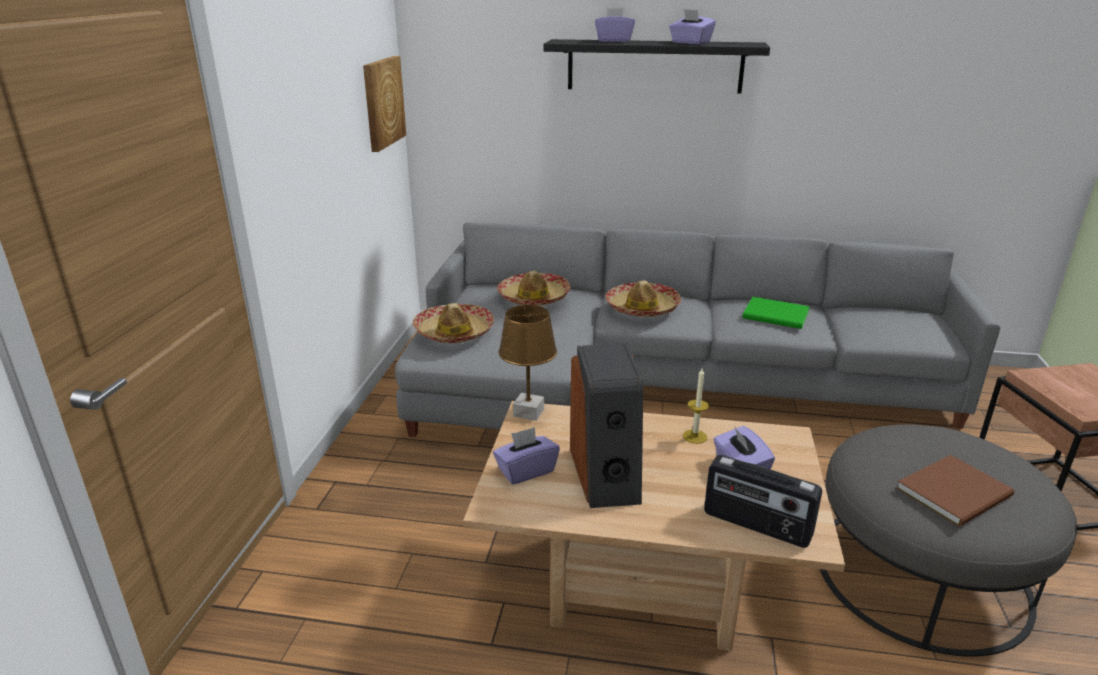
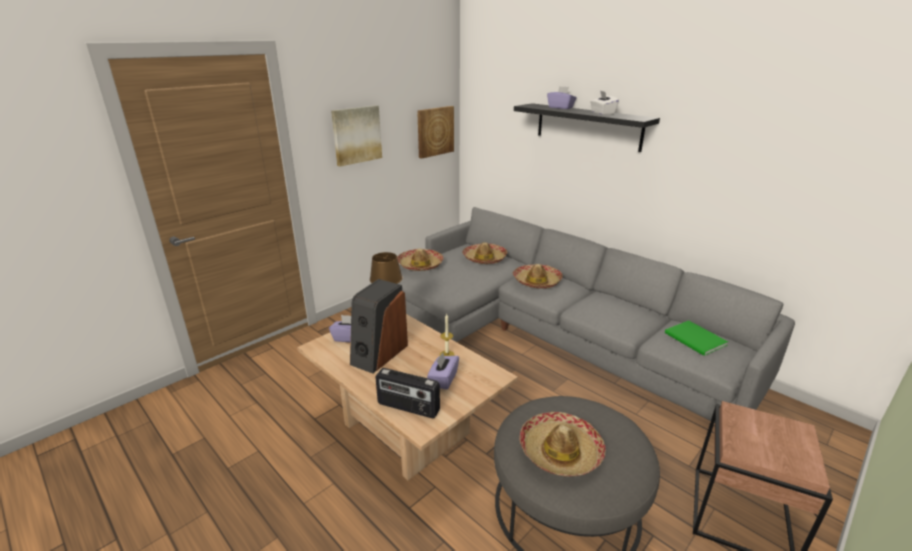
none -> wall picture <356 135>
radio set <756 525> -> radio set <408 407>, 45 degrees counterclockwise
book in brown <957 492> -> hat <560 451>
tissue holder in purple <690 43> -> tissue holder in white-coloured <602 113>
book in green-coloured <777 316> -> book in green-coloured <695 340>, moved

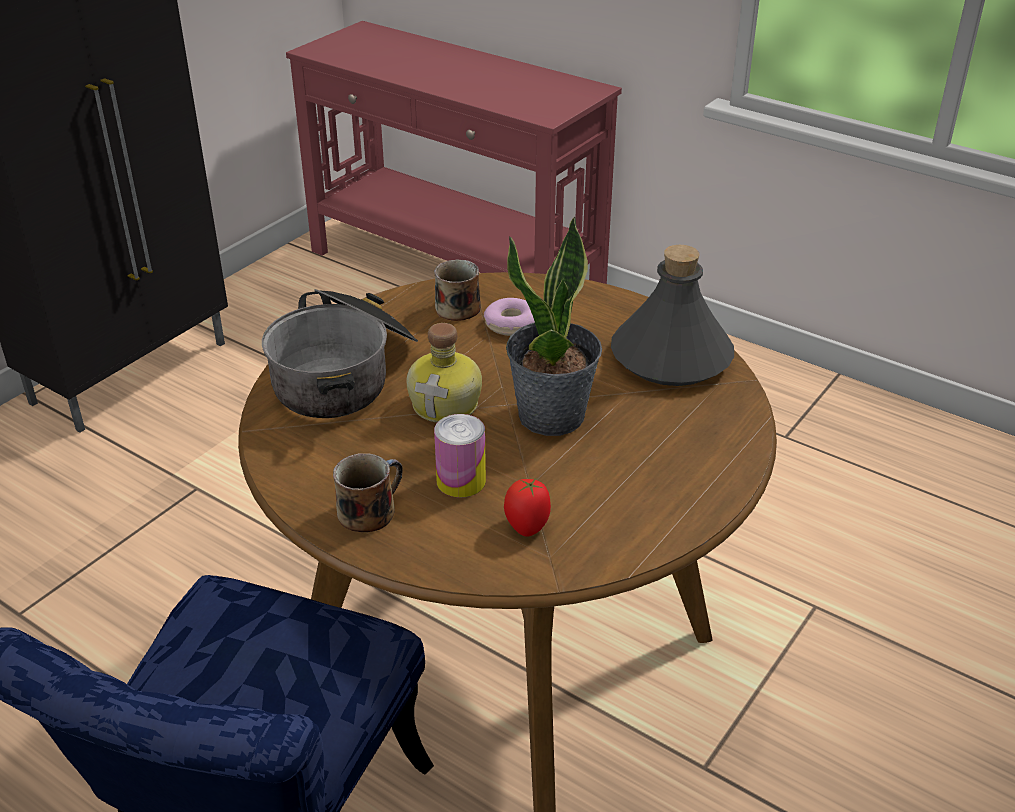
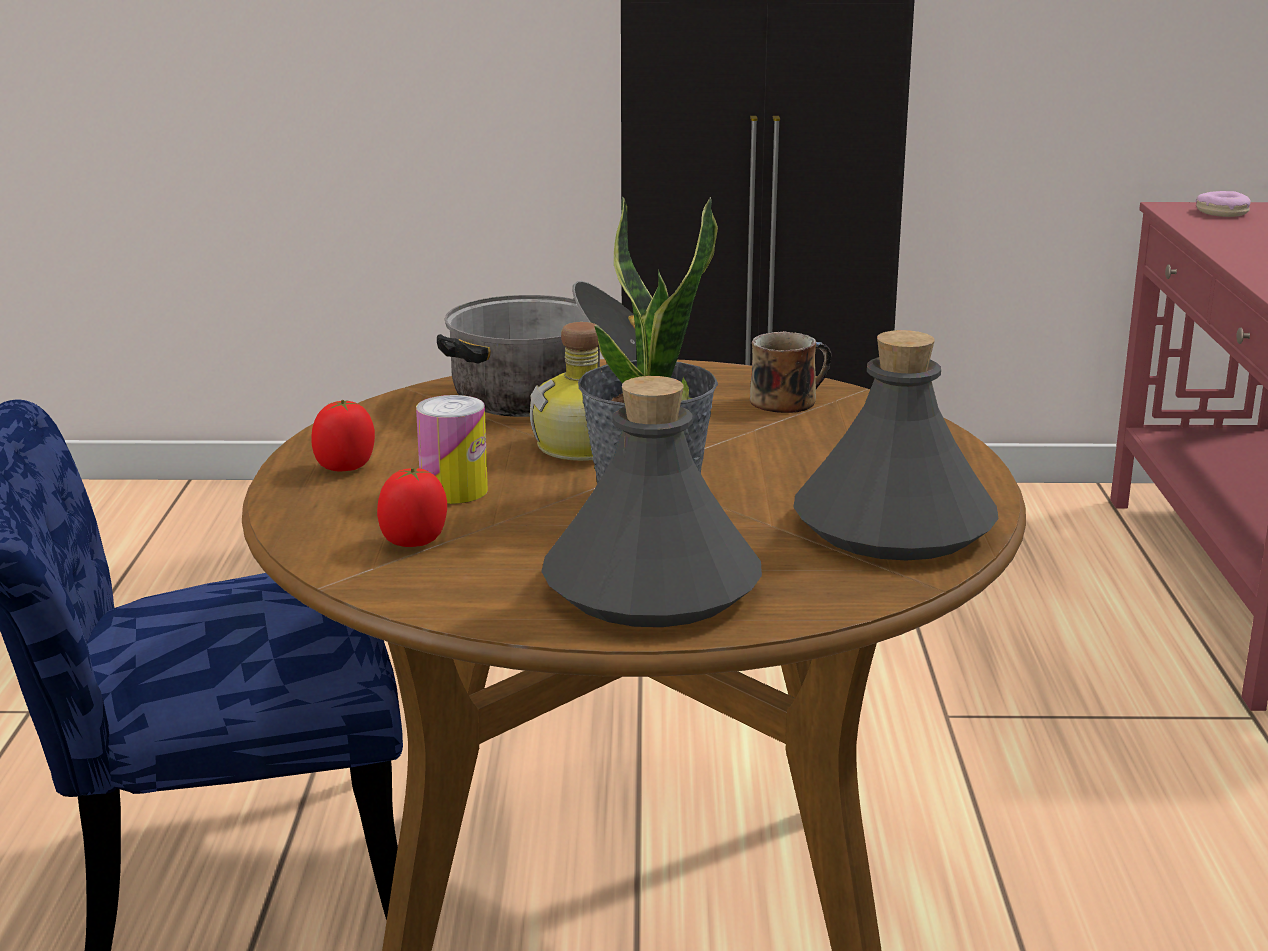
mug <369 511> -> tomato <345 467>
none -> bottle in grey <652 589>
ring doughnut <511 324> -> ring doughnut <1221 212>, moved

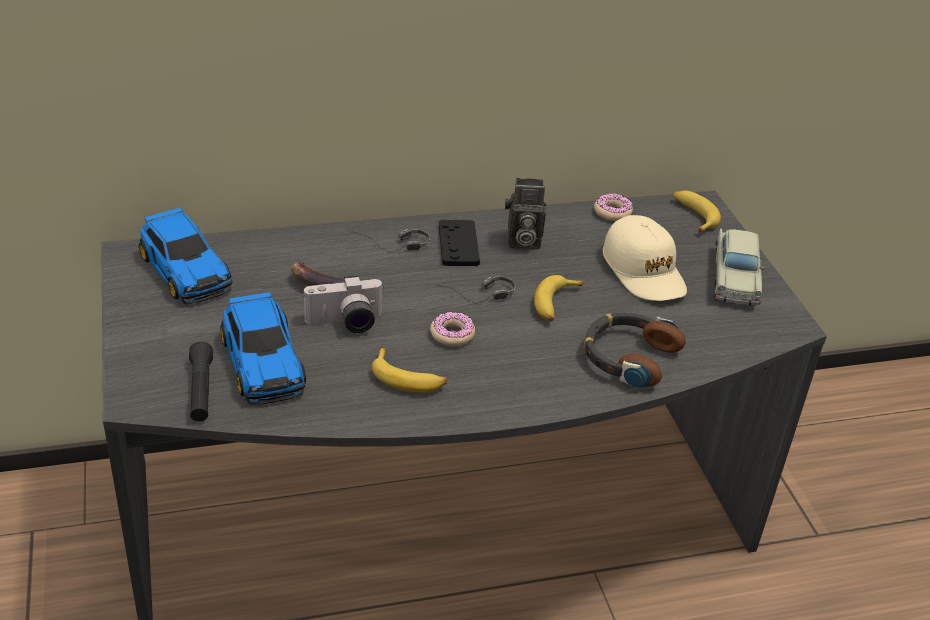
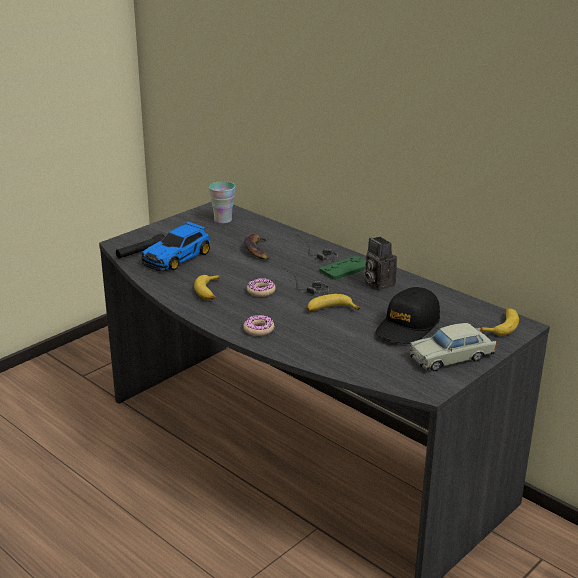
miniature car <186 270> -> cup <223 220>
ring doughnut <612 212> -> ring doughnut <259 329>, moved
game controller in blackish <458 244> -> game controller in green-coloured <345 269>
baseball cap in beige <644 271> -> baseball cap in blackish <407 326>
still camera <345 324> -> none
pair of headphones <628 356> -> none

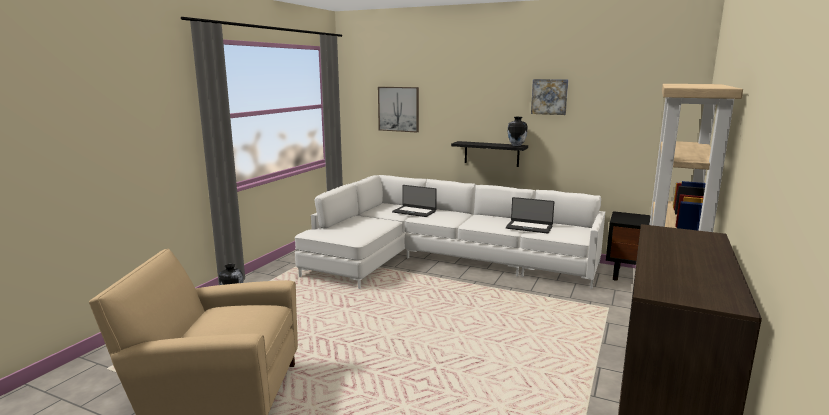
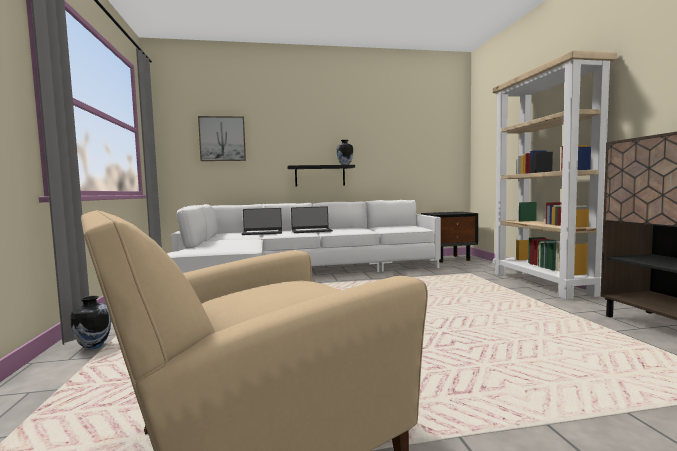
notebook computer <529 227> -> notebook computer <311 231>, moved
wall picture <549 96> -> none

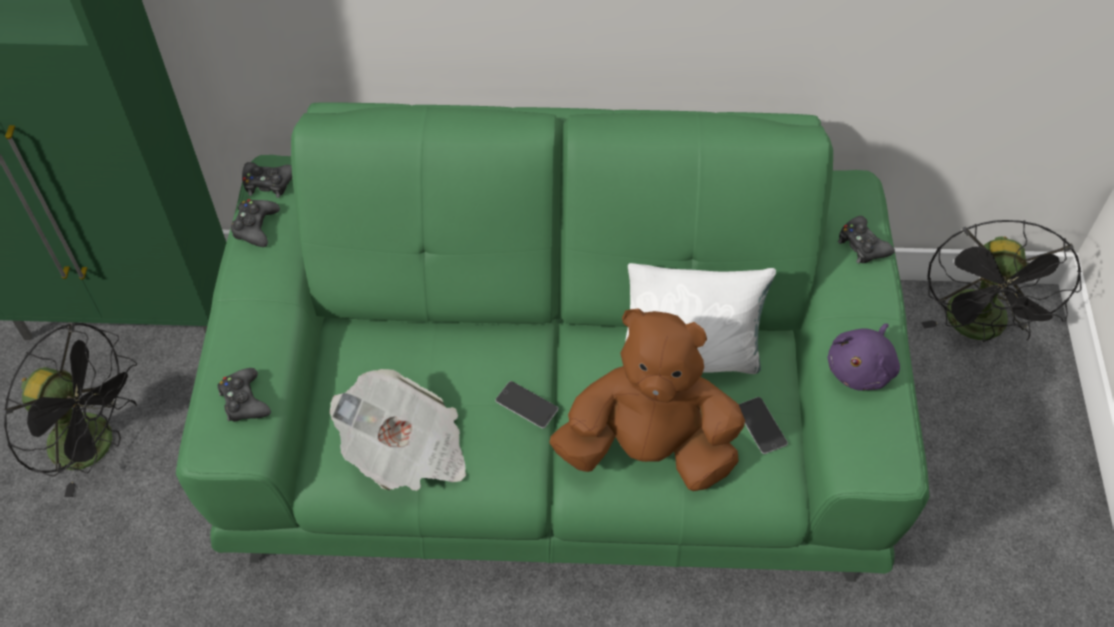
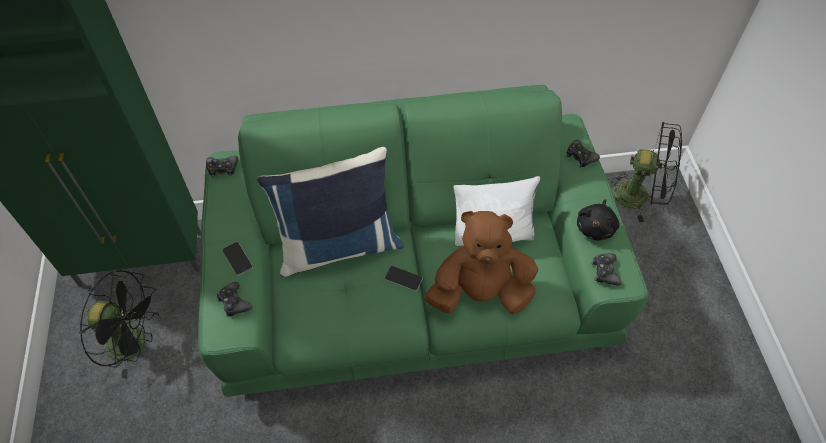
handset <761 425> -> handset <237 258>, moved
none -> cushion in blue <338 245>
cuddly toy in purple <861 368> -> cuddly toy in blackish <595 227>
game controller in blackish <255 227> -> game controller in blackish <605 271>, moved
fan in blackish <979 328> -> fan in blackish <640 196>, 75 degrees counterclockwise
newspaper <406 450> -> none

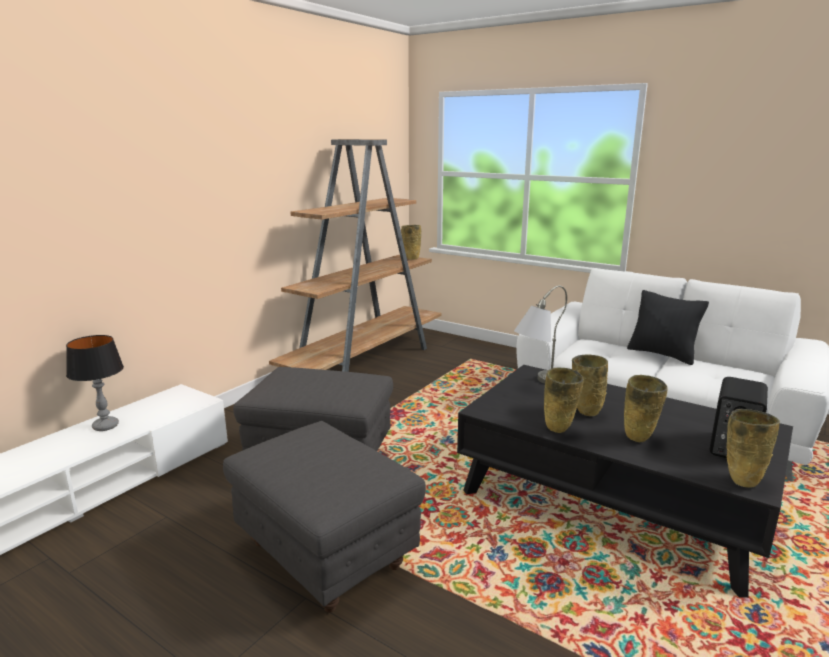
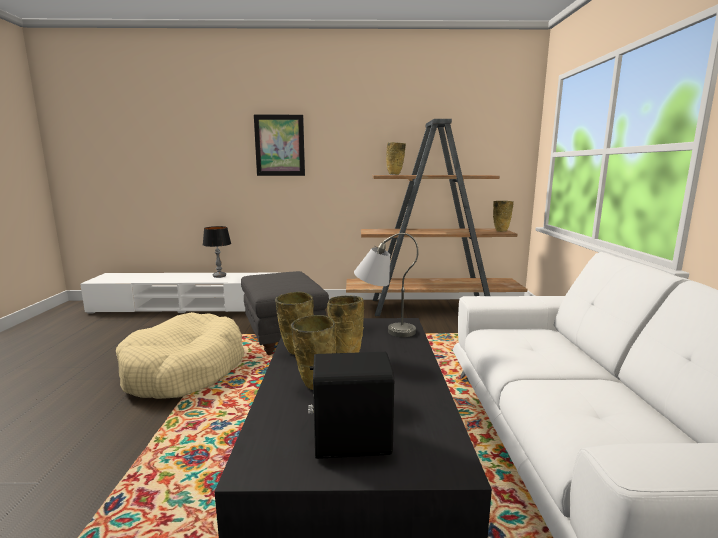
pouffe in grey <324 555> -> dog bed in beige <184 370>
none -> wall picture <279 145>
vase in beige <742 480> -> vase in beige <395 174>, moved
cushion in blackish <662 354> -> none

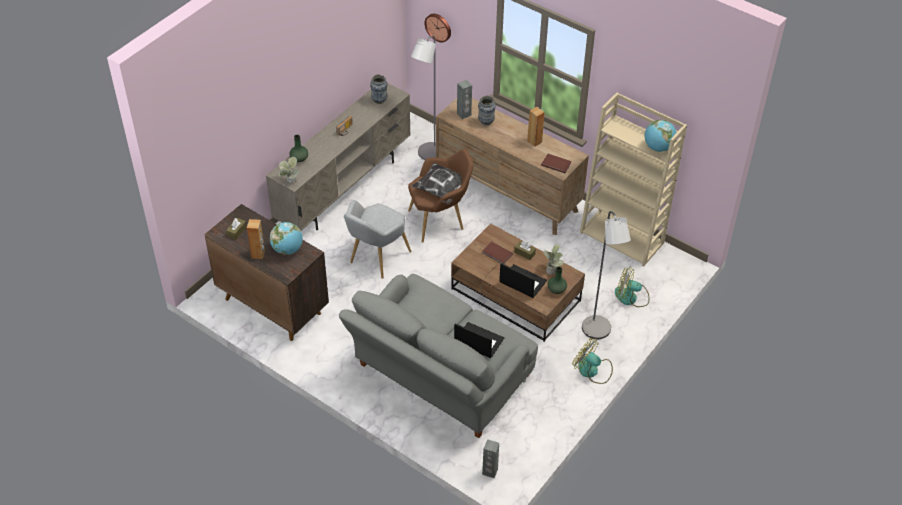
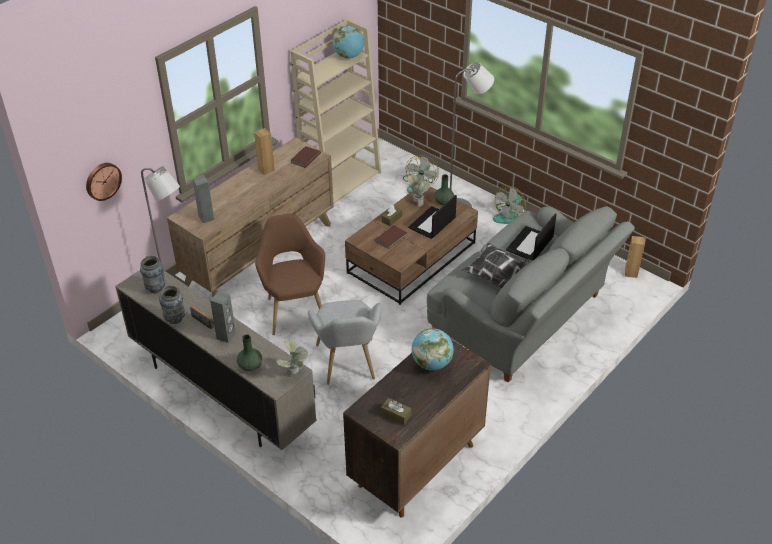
vase <486 122> -> vase <175 319>, moved
audio speaker in grey <490 472> -> audio speaker in grey <226 336>, moved
easy chair in grey <376 259> -> easy chair in grey <347 365>, 45 degrees clockwise
cushion <441 190> -> cushion <498 275>, moved
audio speaker in brown <258 254> -> audio speaker in brown <631 273>, moved

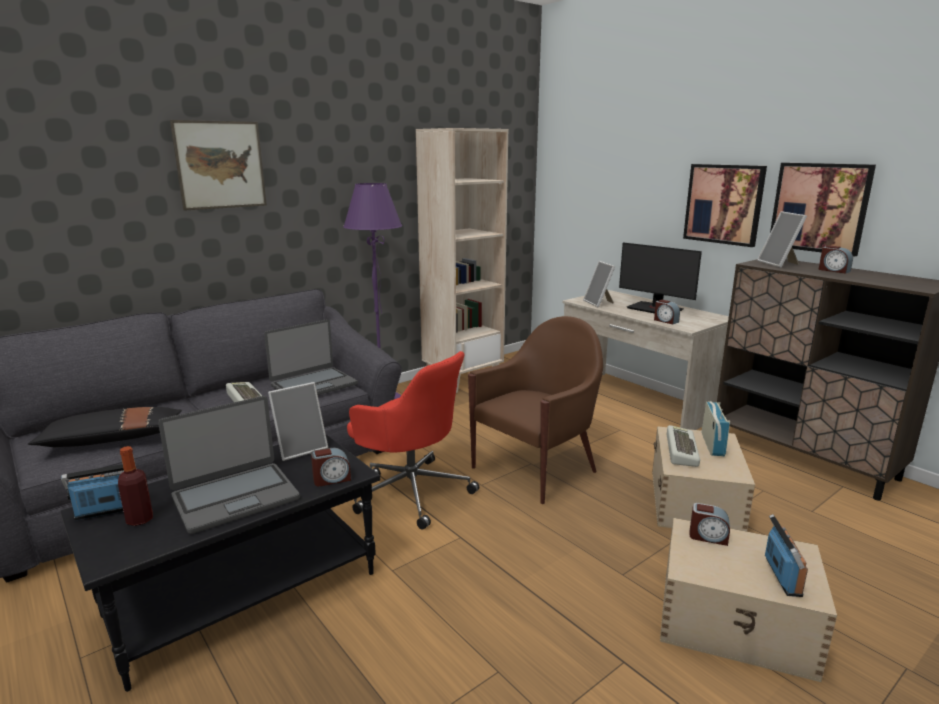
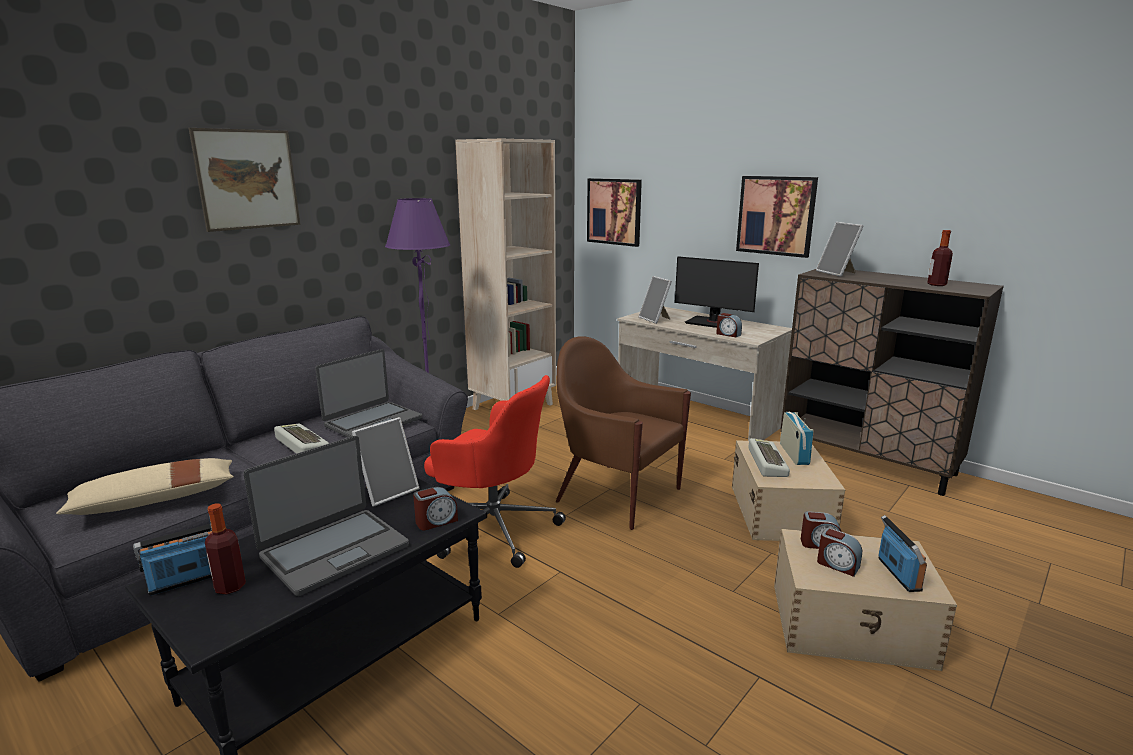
cushion in blackish <113 439> -> cushion in beige <156 500>
easy chair in brown <536 469> -> easy chair in brown <616 494>, 90 degrees counterclockwise
wall picture <819 207> -> wall picture <614 211>, moved
table clock <833 270> -> table clock <837 565>, moved
none -> bottle <936 284>

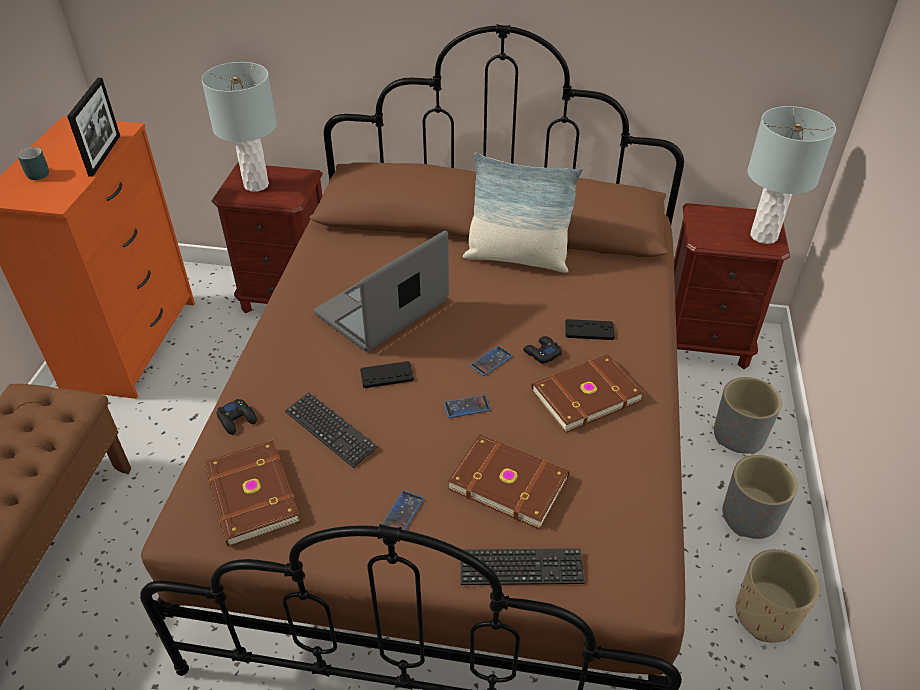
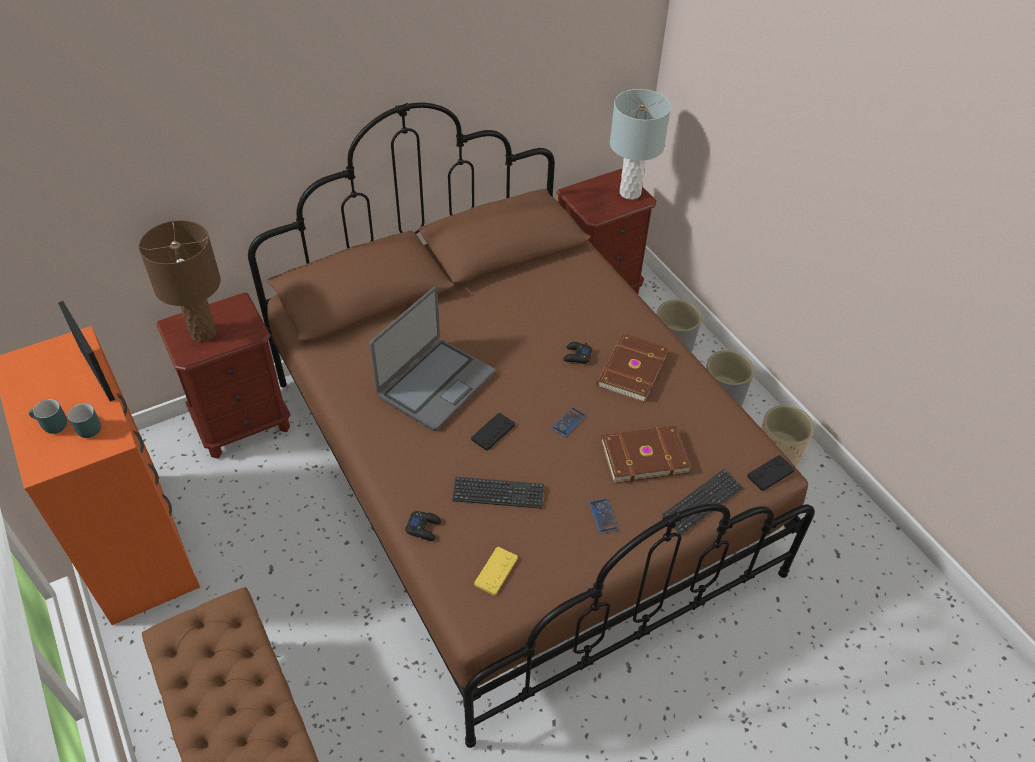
none -> mug in blue-green <86 428>
lamp for a table in grey <256 185> -> lamp for a table in brown <204 333>
notebook computer <383 309> -> notebook computer <435 384>, 150 degrees counterclockwise
book in brown <250 496> -> game controller in yellow-coloured <496 571>
game controller in blackish <589 330> -> game controller in blackish <770 473>, moved
cushion <517 258> -> none
handset <491 361> -> none

